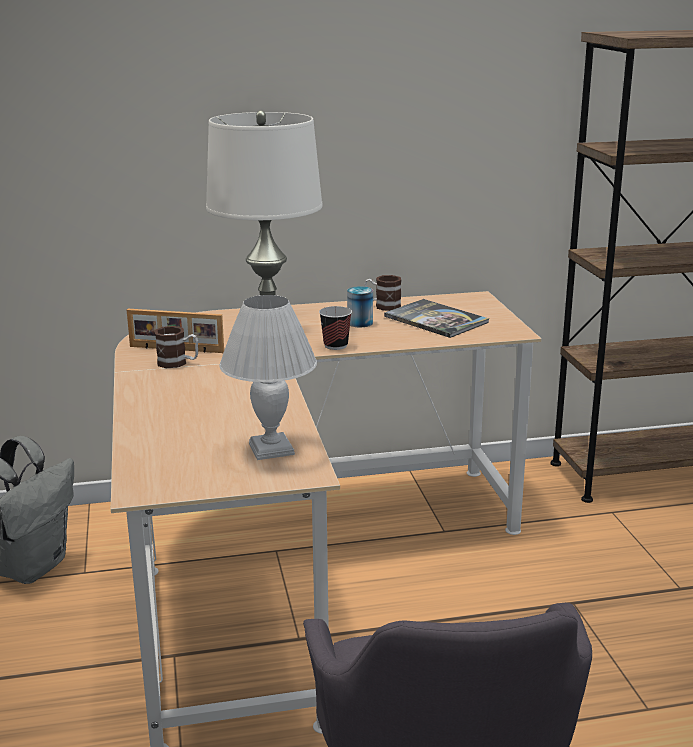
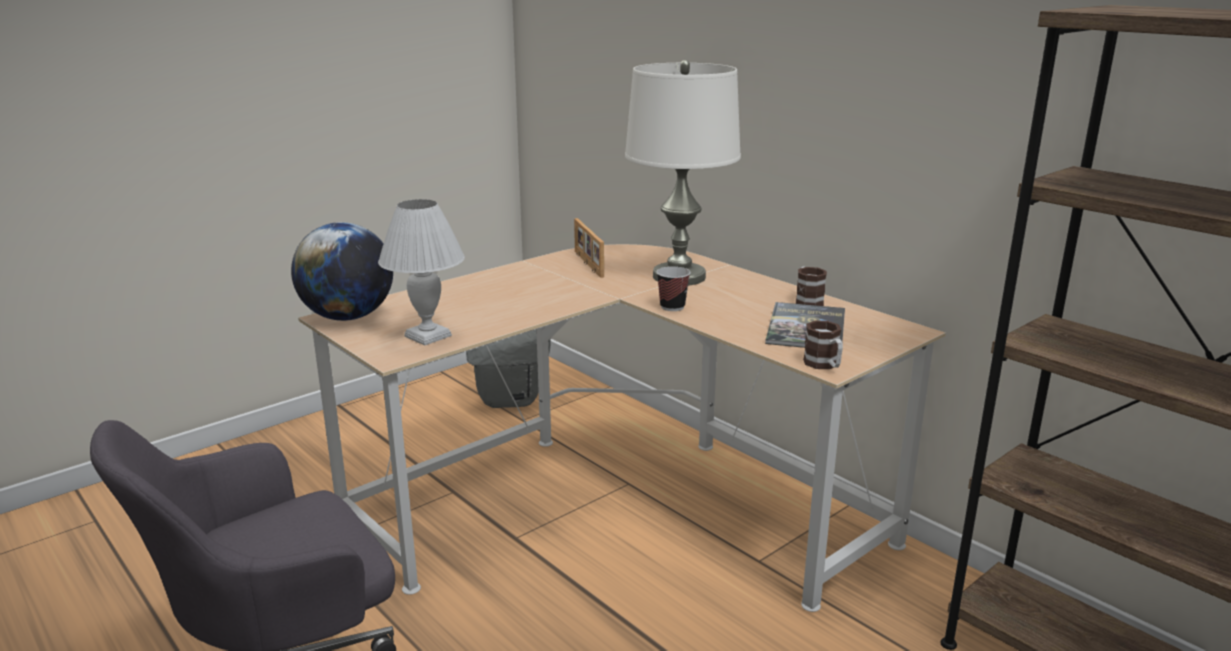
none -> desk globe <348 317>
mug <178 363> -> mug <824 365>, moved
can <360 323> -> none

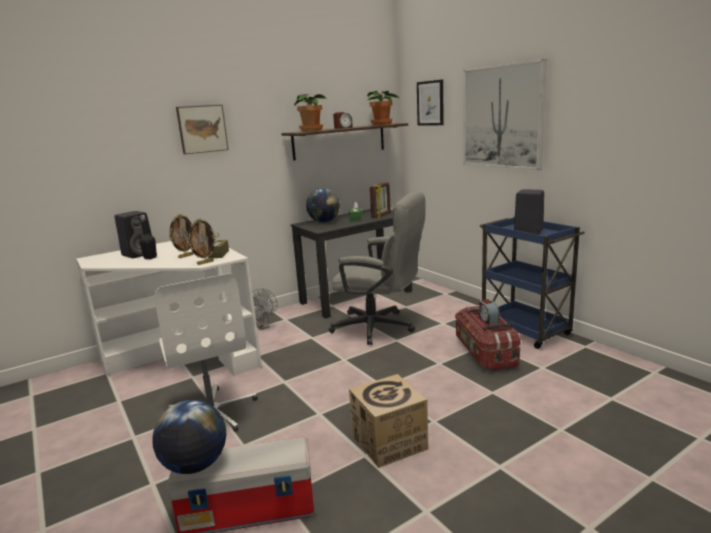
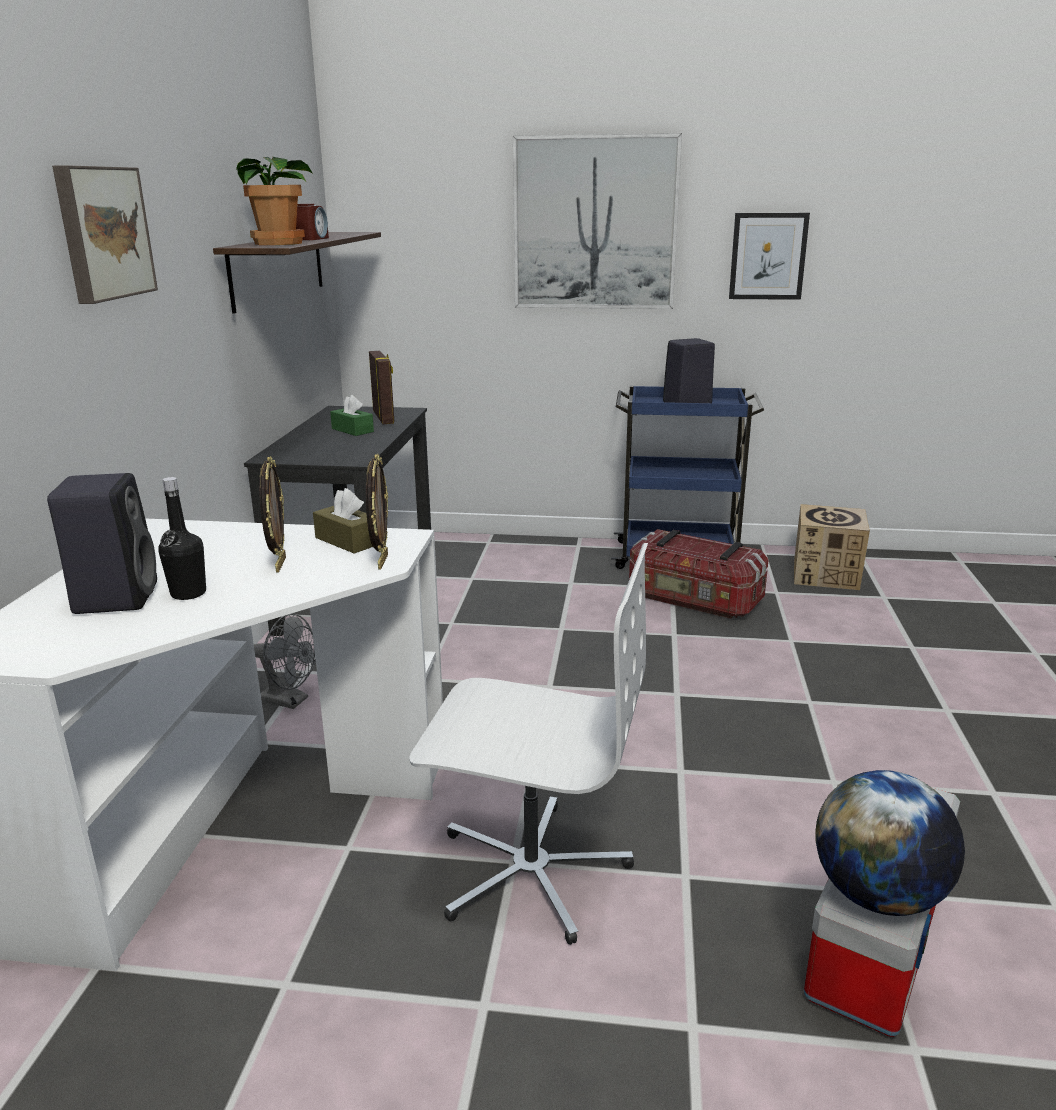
wall picture <430 103> -> wall picture <768 256>, moved
cardboard box <389 442> -> cardboard box <826 575>, moved
desk globe <324 222> -> none
computer chair in grey <380 328> -> none
houseplant <382 124> -> none
table clock <488 320> -> none

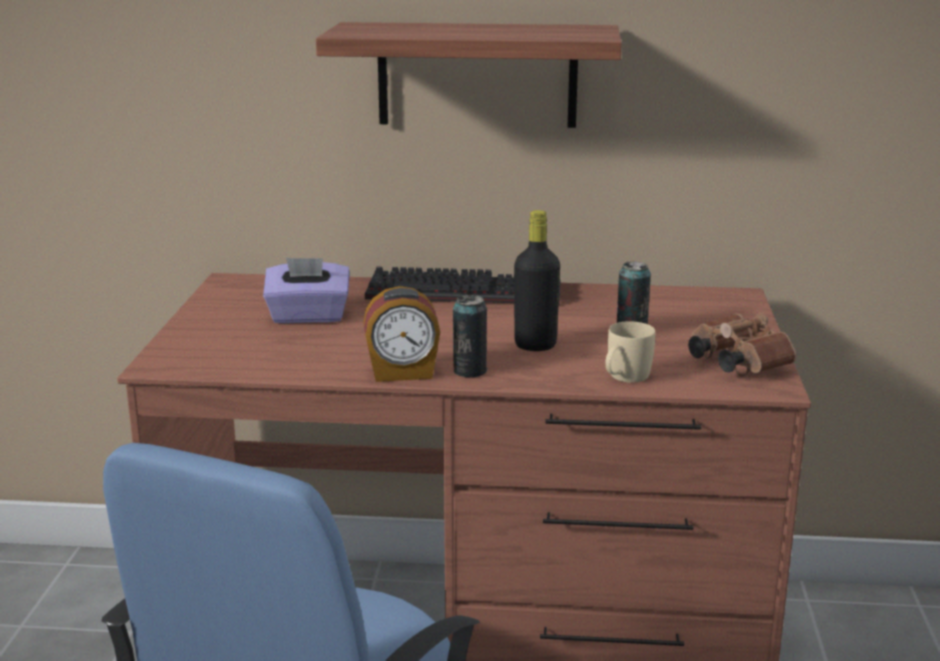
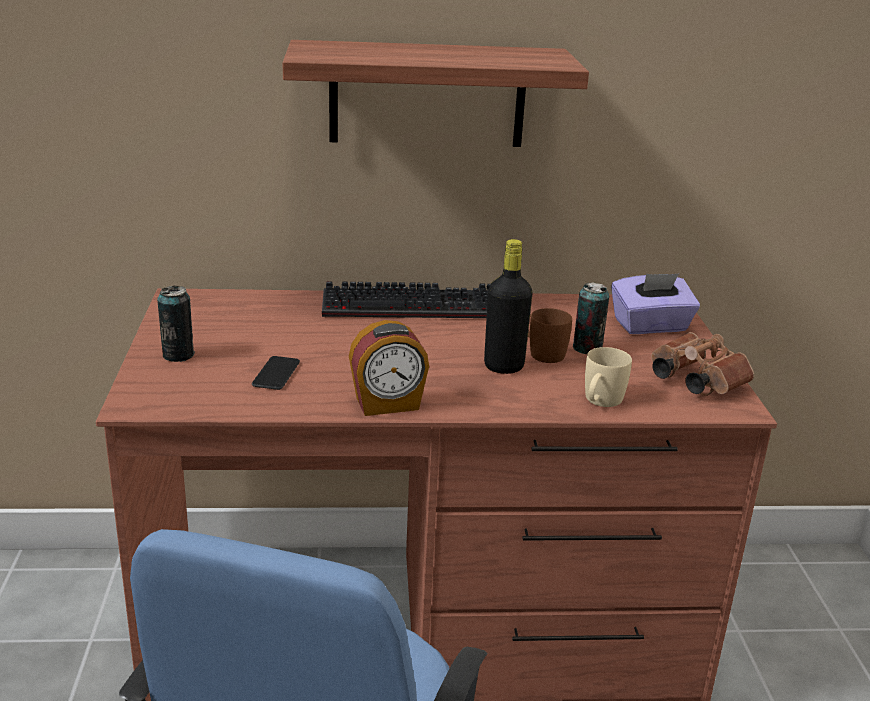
can <470 371> -> can <178 355>, moved
none -> handset <276 374>
none -> mug in brown <542 352>
tissue holder in purple <308 317> -> tissue holder in purple <651 326>, moved

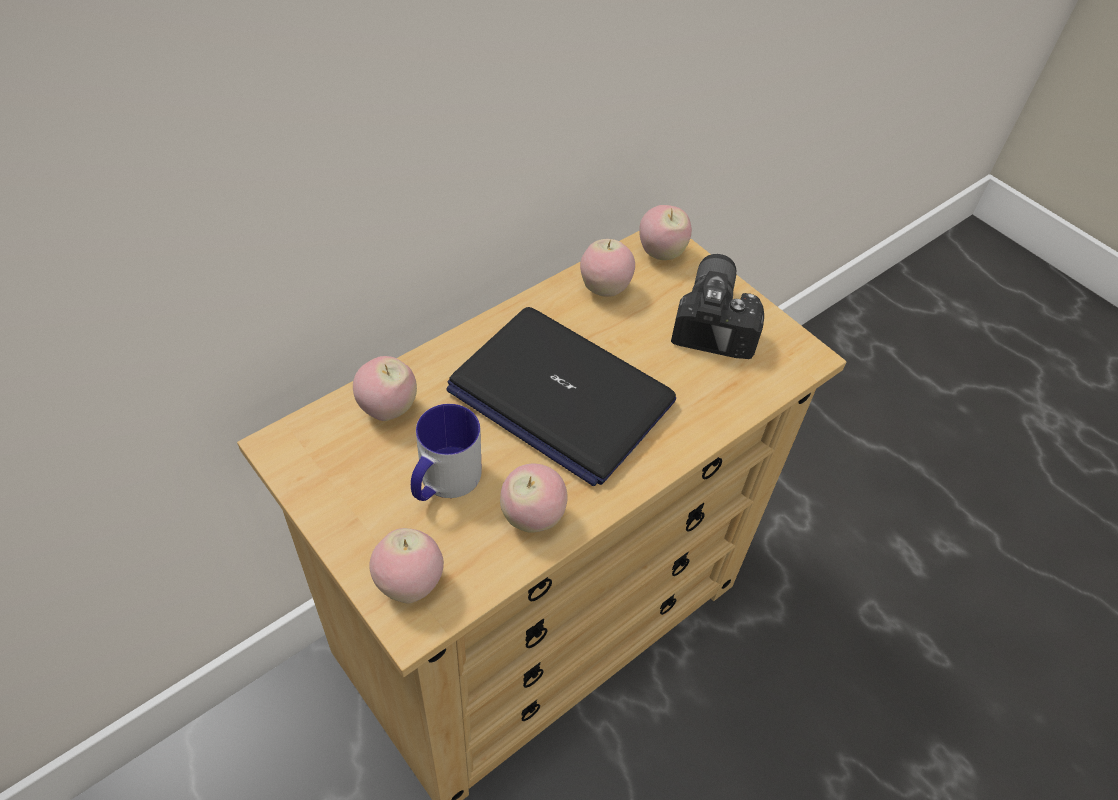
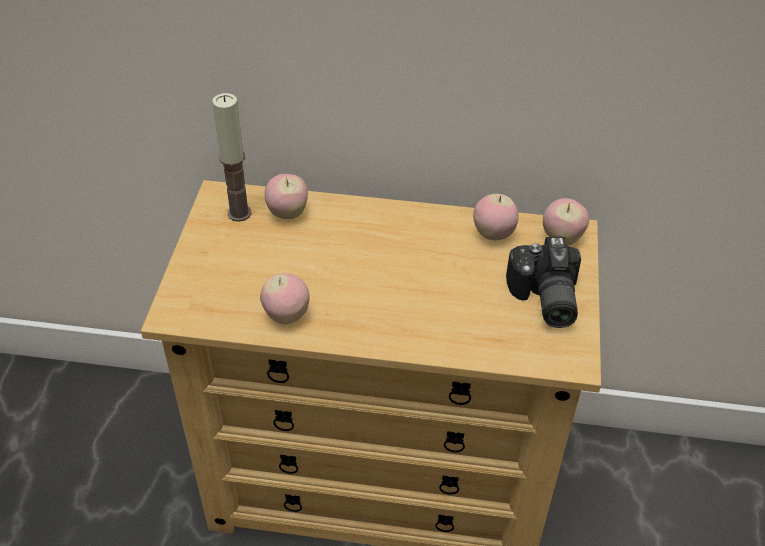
none -> candle <239 213>
still camera <717 320> -> still camera <543 299>, 120 degrees clockwise
apple <410 583> -> none
mug <443 481> -> none
notebook computer <559 395> -> none

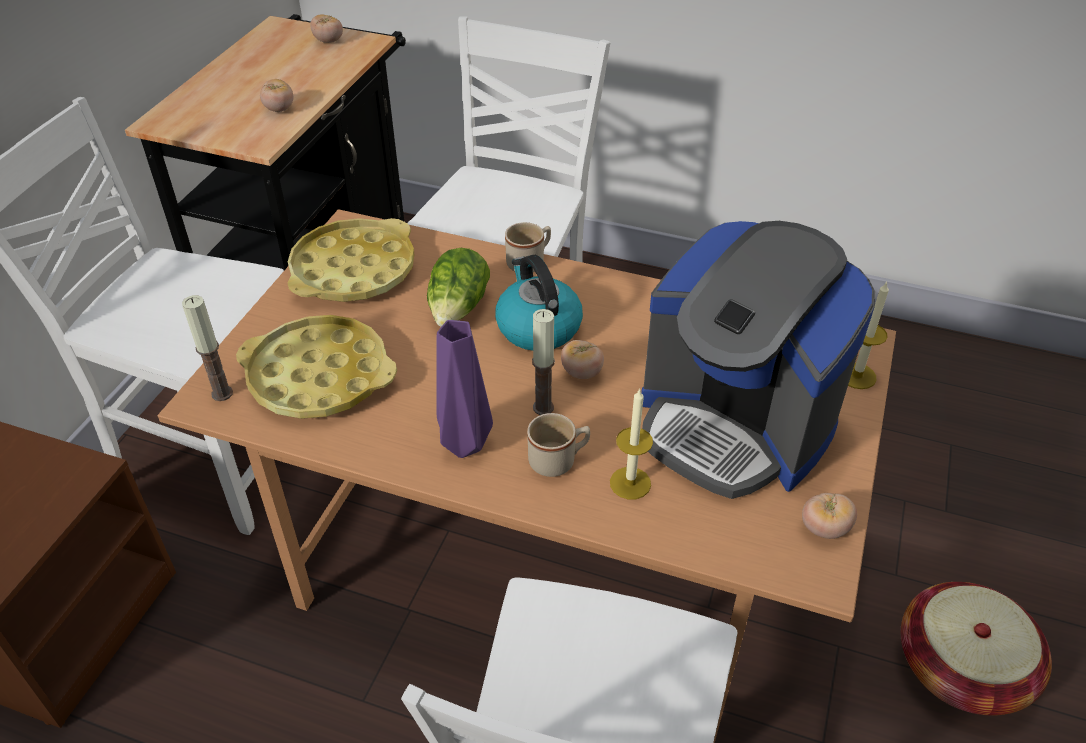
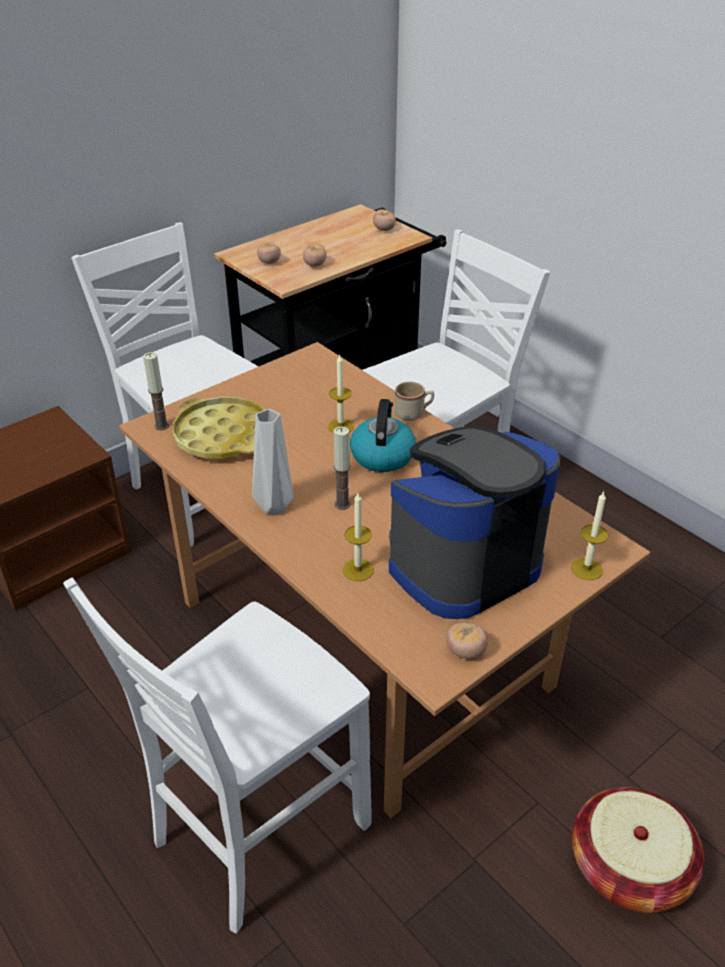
vase in purple <465 442> -> vase in grey <276 505>
tomato <581 372> -> tomato <269 262>, moved
lettuce head <458 309> -> candle <340 426>
coffee maker <734 425> -> coffee maker <462 564>, 75 degrees clockwise
carrying tray in yellow-coloured <353 270> -> none
mug in beige <558 460> -> none

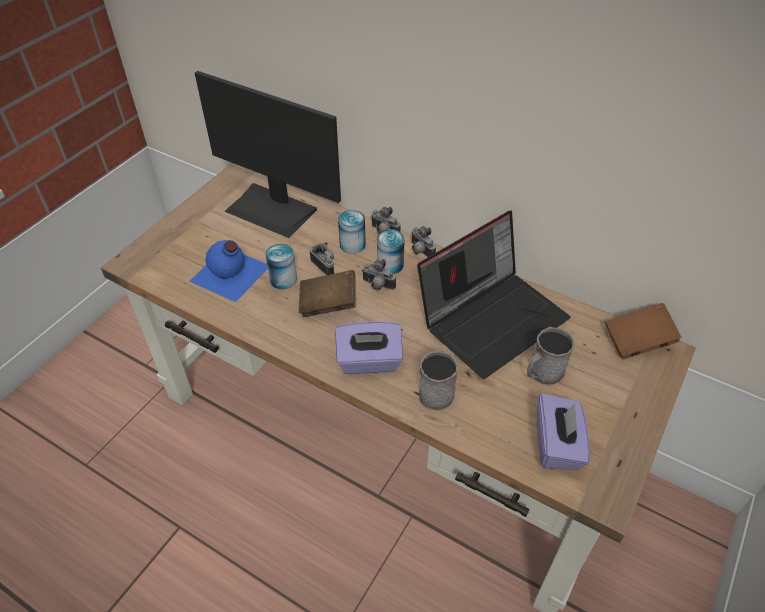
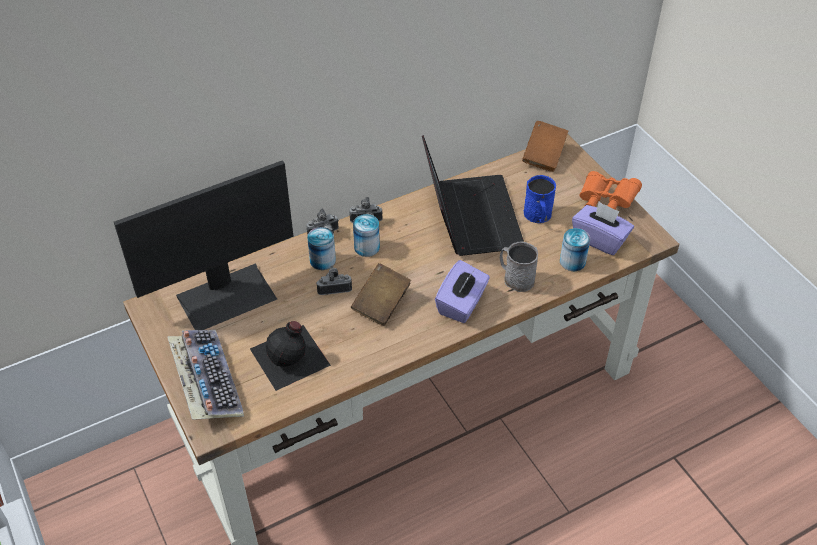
none -> PC keyboard <205 380>
bottle in blue <230 274> -> bottle in blackish <291 357>
mug in grey <542 373> -> mug in blue <538 216>
can <283 279> -> can <572 261>, moved
none -> field glasses in orange <605 201>
still camera <377 286> -> none

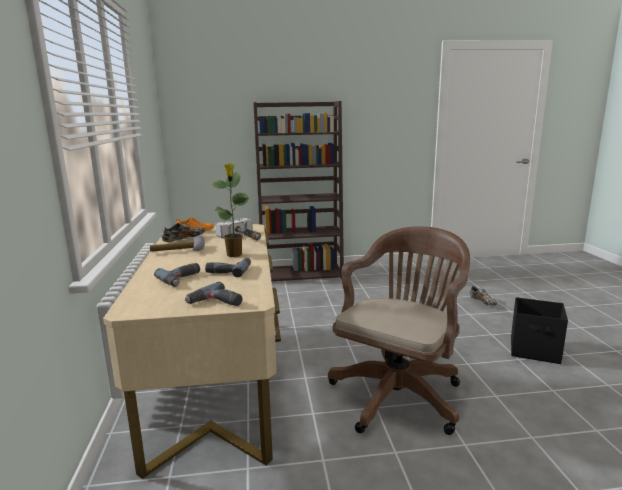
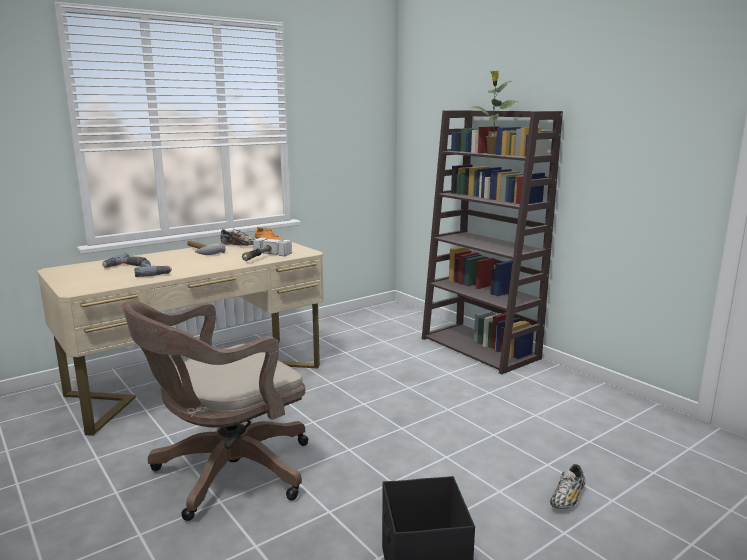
computer chair in brown <399 393> -> computer chair in brown <226 473>, 135 degrees clockwise
houseplant <234 255> -> houseplant <492 153>, moved
drill <215 303> -> none

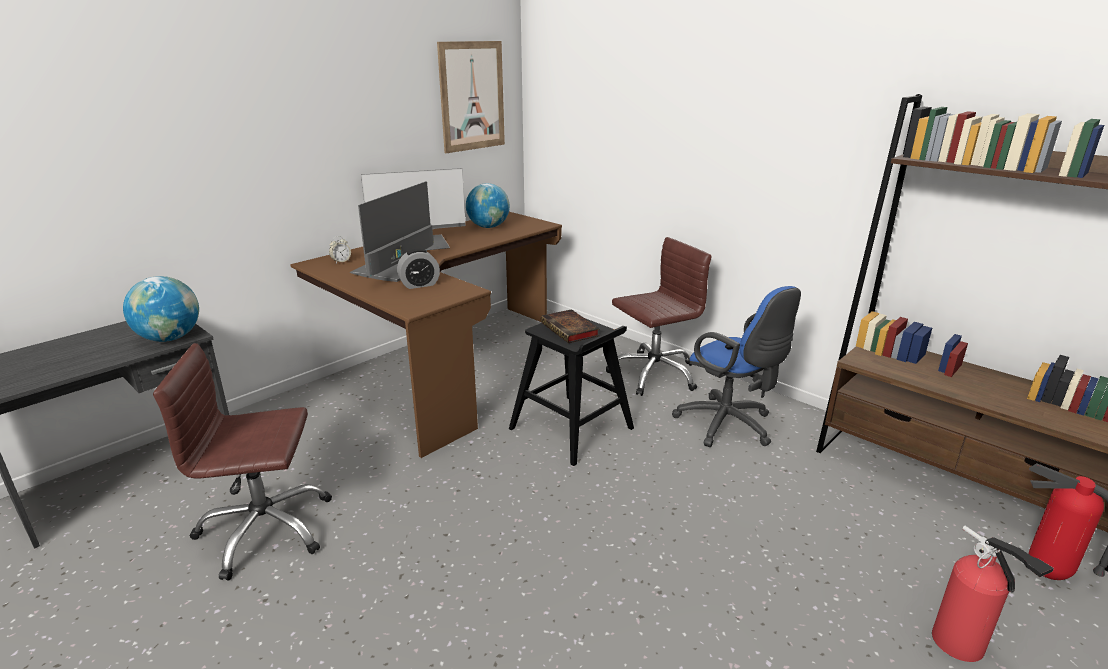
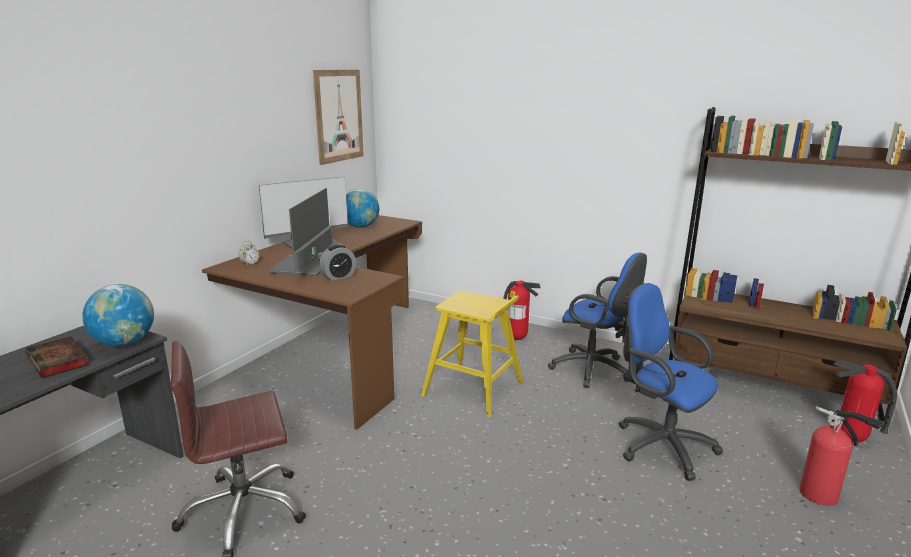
book <571 330> -> book <59 361>, moved
stool in blackish <572 429> -> stool in yellow-coloured <474 389>
computer chair in brown <653 374> -> extinguisher <517 338>
none -> computer chair in blue <659 445>

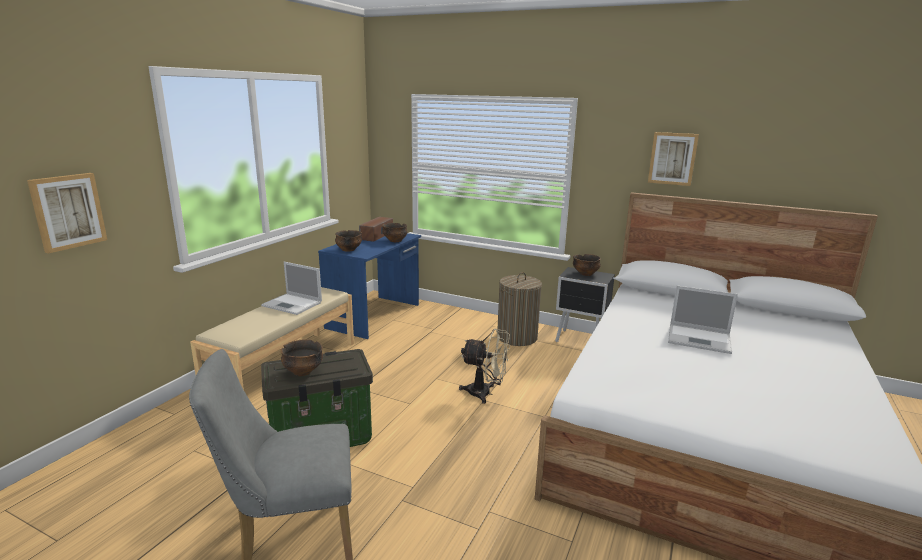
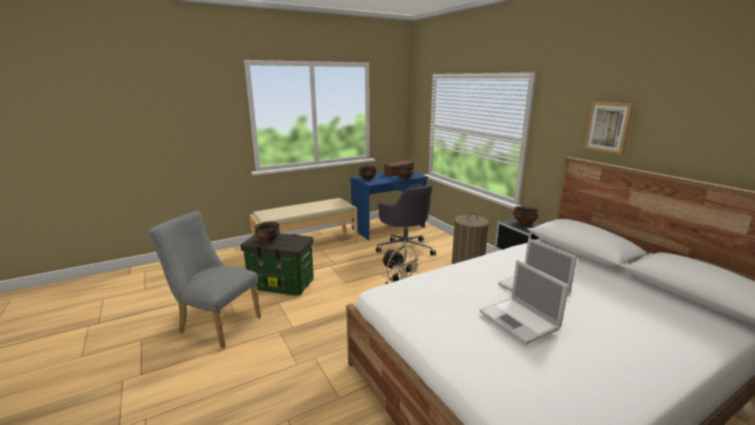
none -> computer chair in grey <405 249>
notebook computer <293 304> -> notebook computer <520 320>, moved
wall picture <68 211> -> none

